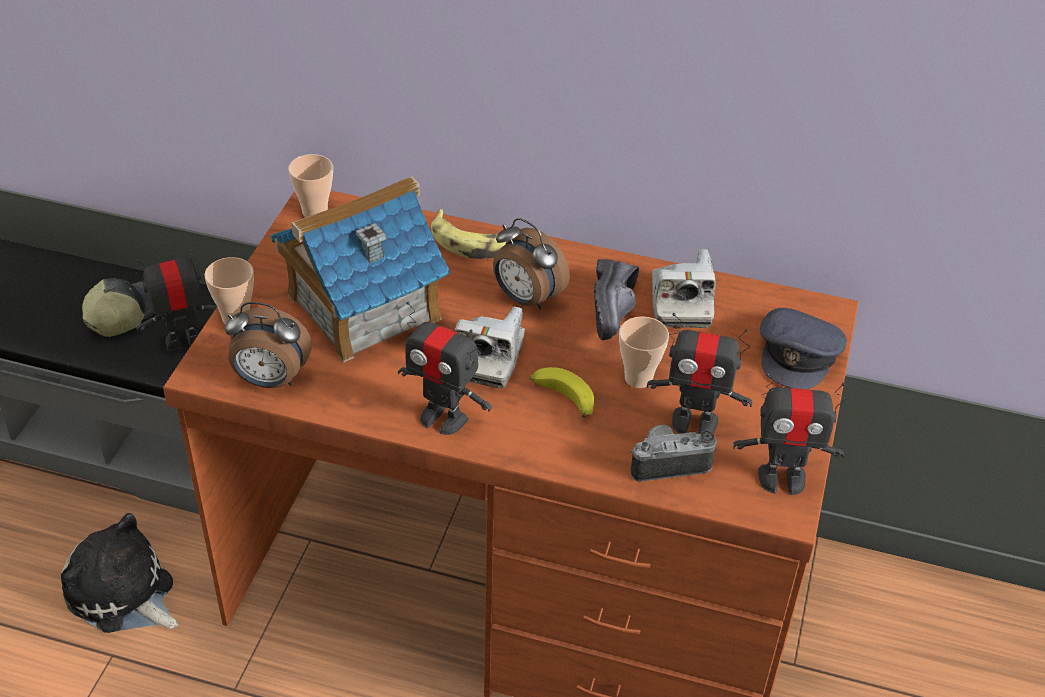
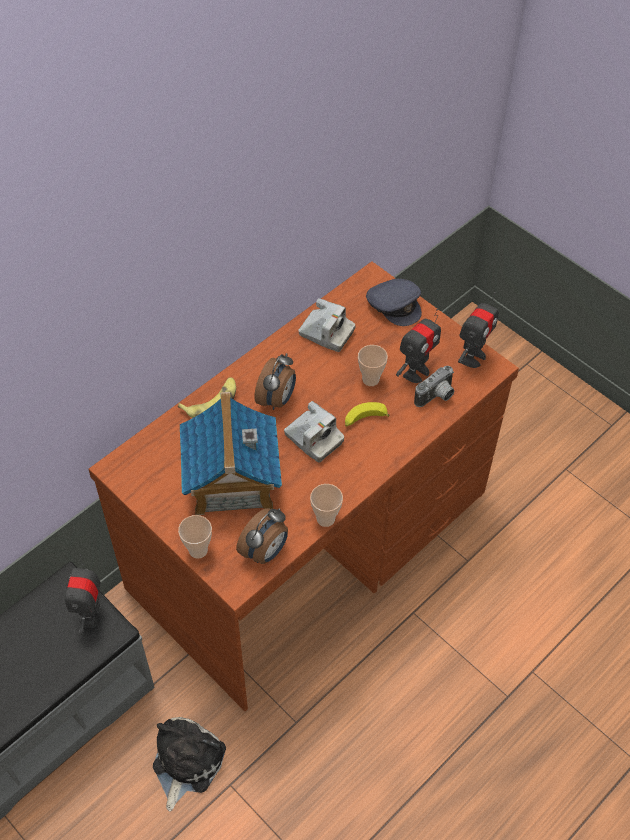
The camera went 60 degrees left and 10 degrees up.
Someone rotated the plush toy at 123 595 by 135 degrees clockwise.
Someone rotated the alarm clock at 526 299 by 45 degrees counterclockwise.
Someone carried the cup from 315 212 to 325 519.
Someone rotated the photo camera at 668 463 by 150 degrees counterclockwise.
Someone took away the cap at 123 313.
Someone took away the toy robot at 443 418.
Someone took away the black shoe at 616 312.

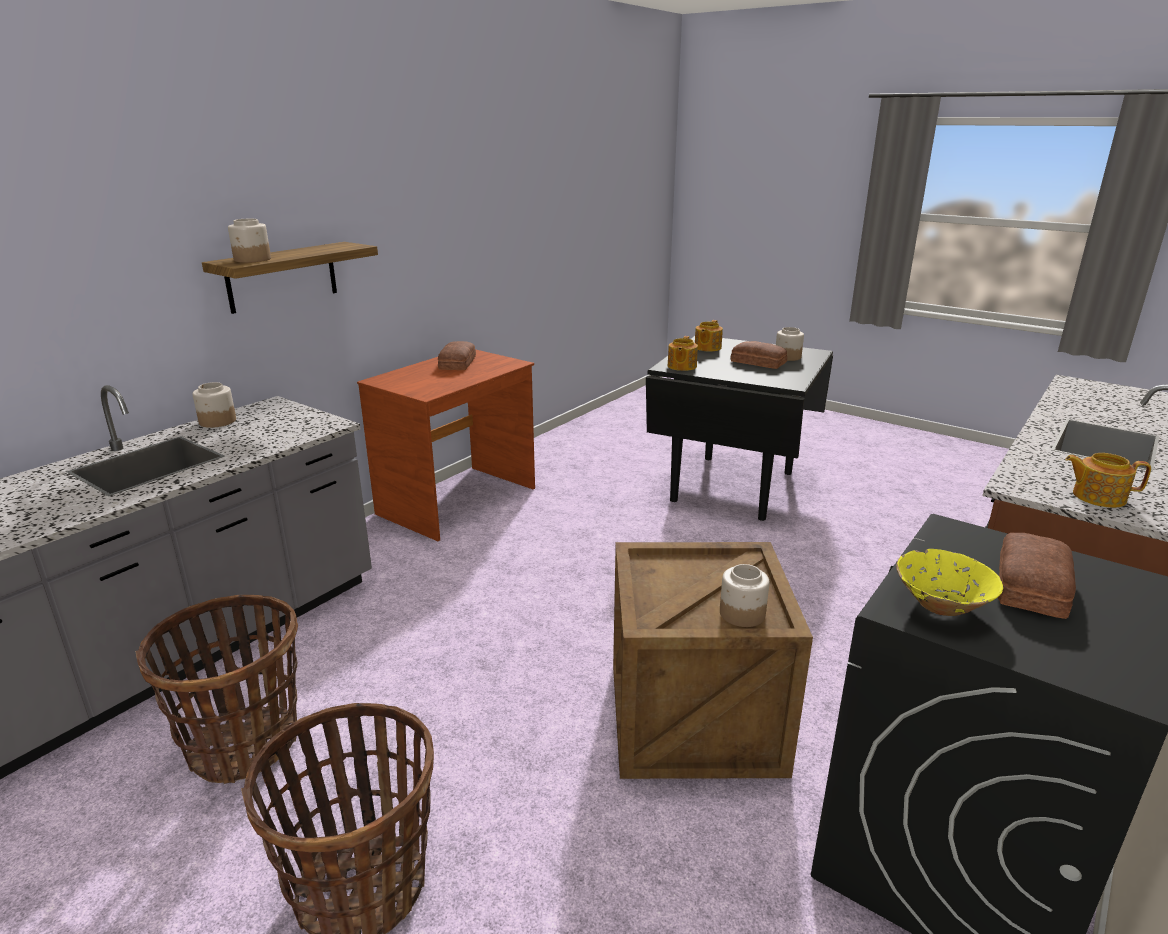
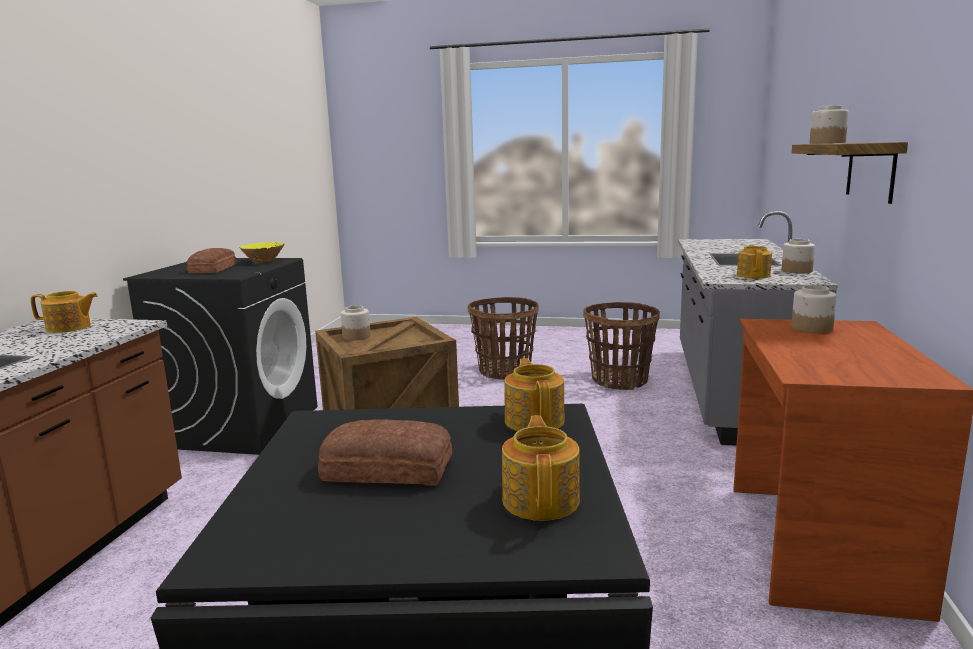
The camera went 155 degrees right and 10 degrees down.
Someone put down the teapot at 753 275.
Someone carried the jar from 787 357 to 812 328.
Someone took away the bread at 458 363.

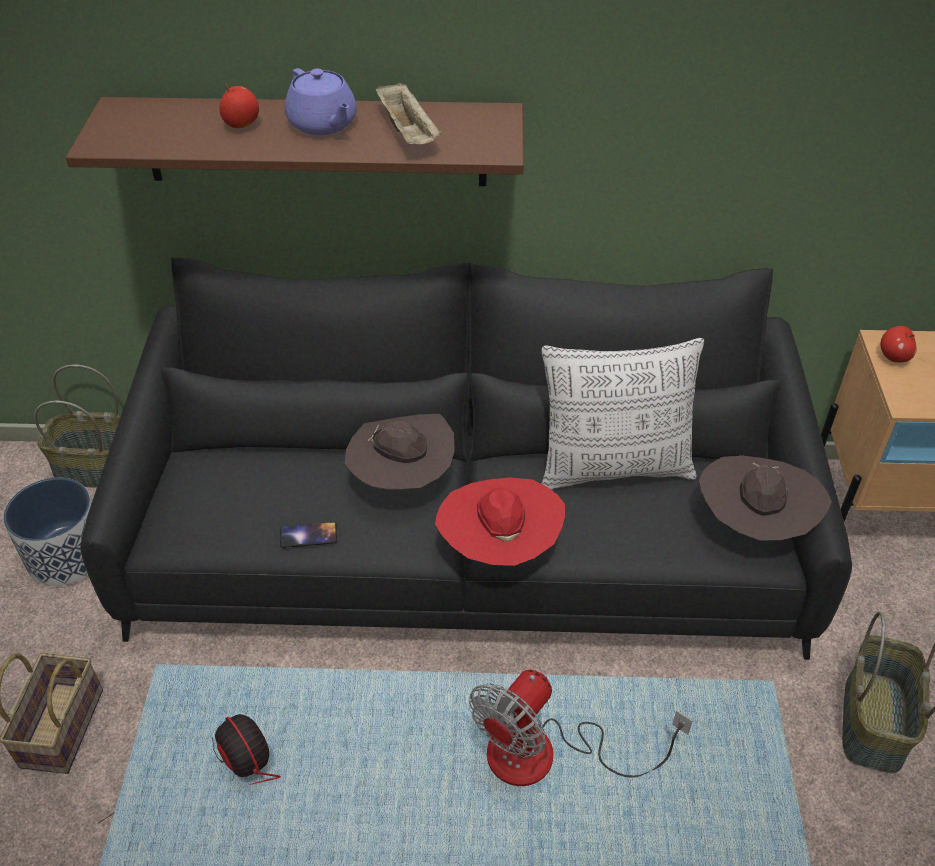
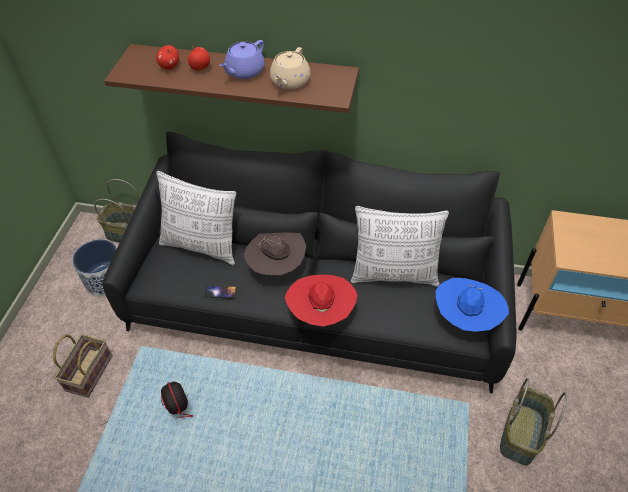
The camera went 10 degrees right and 5 degrees up.
Someone carried the apple from 894 357 to 169 67.
Someone put down the pillow at 202 246.
Someone rotated the purple teapot at 323 124 by 60 degrees clockwise.
Someone swapped the beige tray at 408 133 for the beige teapot at 289 82.
Someone repainted the brown hat at 753 525, which became the blue hat at 465 318.
Someone took away the fan at 546 756.

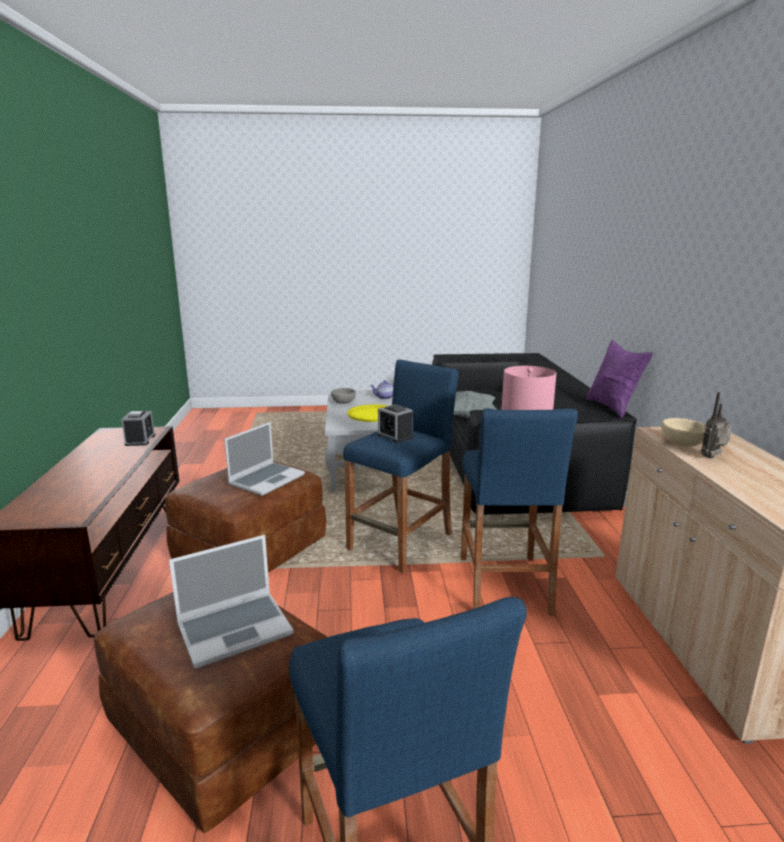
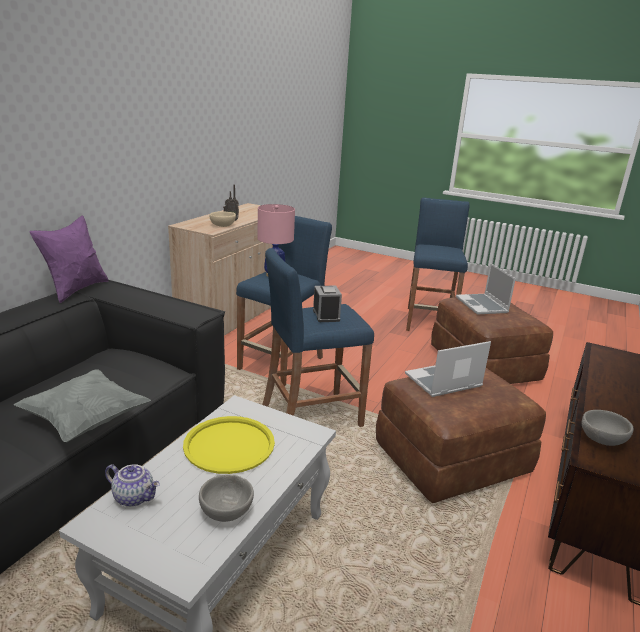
The camera went 150 degrees left and 5 degrees up.
Someone rotated the laptop at 236 629 by 105 degrees counterclockwise.
Someone swapped the alarm clock at 140 440 for the grey bowl at 603 440.

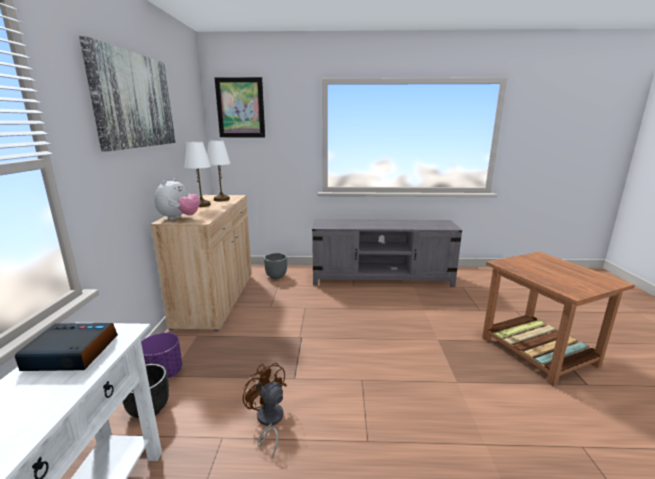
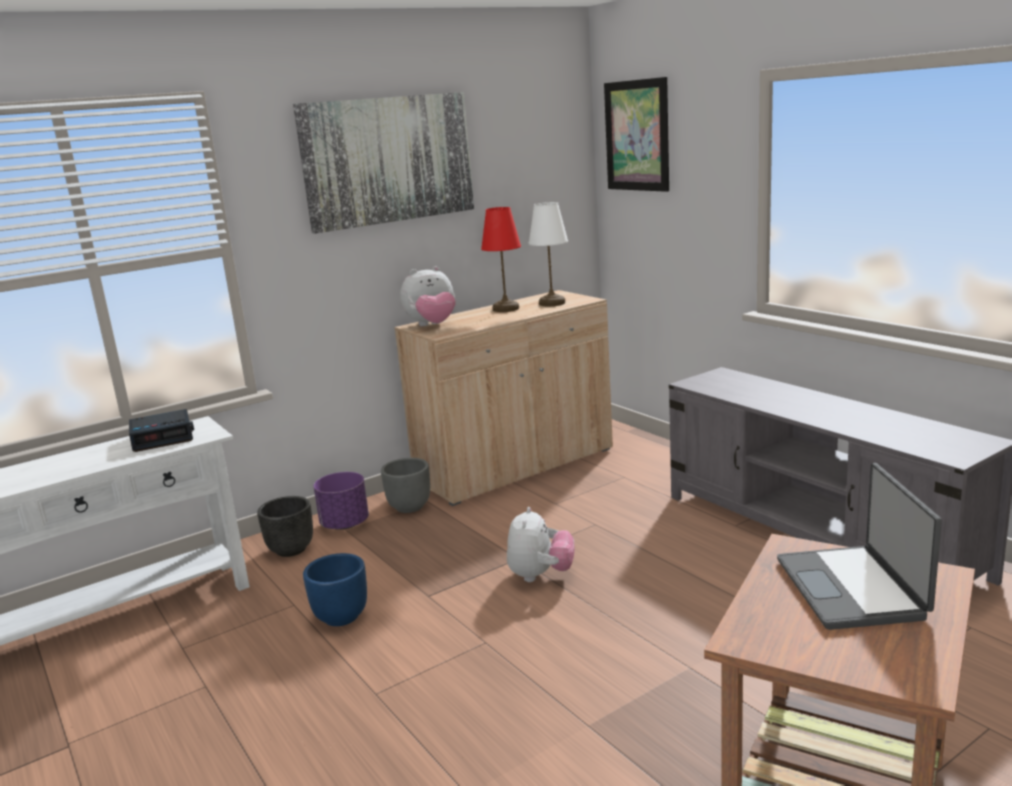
The camera went 55 degrees right and 0 degrees up.
Someone rotated the alarm clock at 71 354 by 105 degrees clockwise.
Someone swapped the brown fan at 268 421 for the blue planter at 340 617.
Someone carried the grey planter from 276 276 to 409 507.
Someone repainted the white table lamp at 202 205, which became the red table lamp at 506 309.
Someone put down the plush toy at 540 575.
Someone put down the laptop at 852 588.

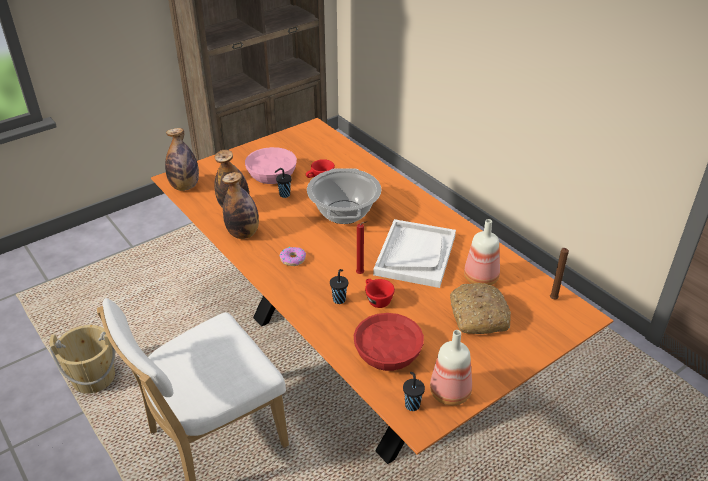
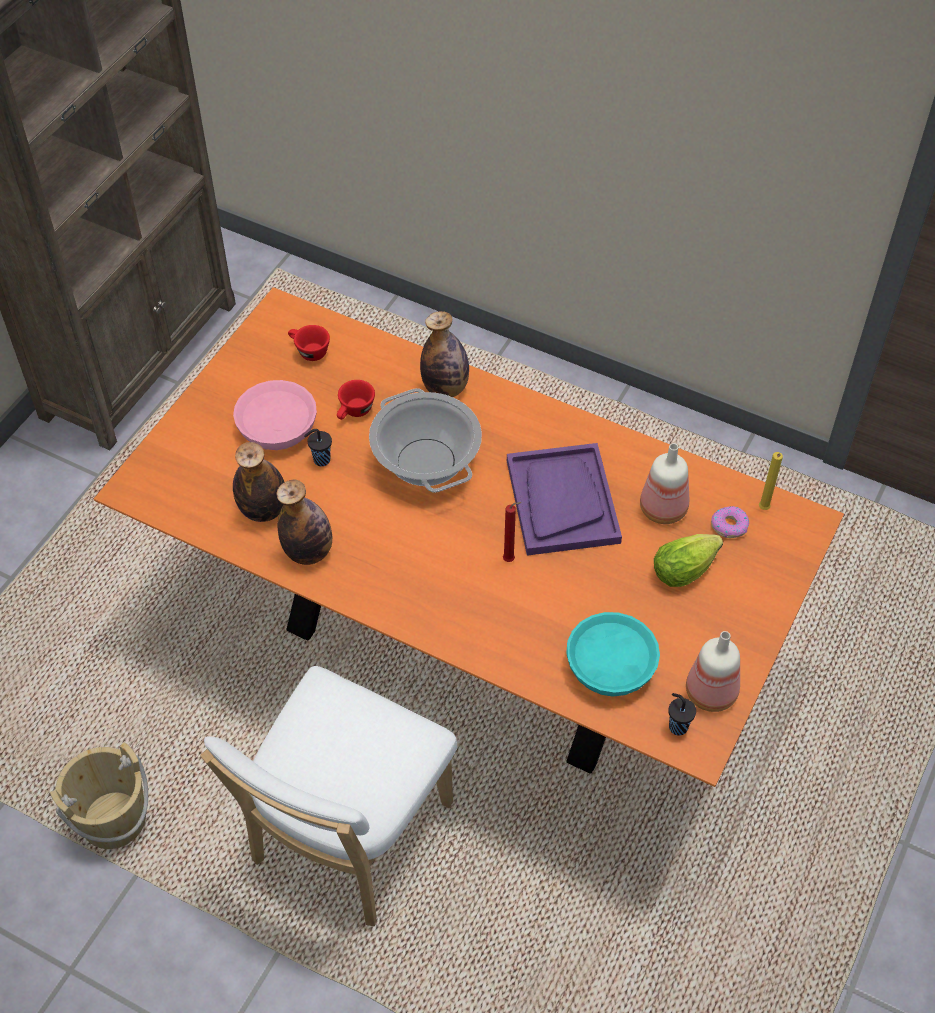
The camera went 25 degrees left and 15 degrees up.
Someone carried the red cup from 376 299 to 308 351.
Someone carried the bottle from 185 186 to 445 388.
Someone repainted the white tray at 415 254, which became the purple tray at 562 501.
Someone repainted the red bowl at 388 353, which became the turquoise bowl at 612 666.
Someone swapped the bread at 477 315 for the lettuce at 687 568.
Someone carried the donut from 293 259 to 729 525.
Someone repainted the brown candle at 552 300, which became the yellow candle at 763 509.
Someone took away the black cup at 339 299.

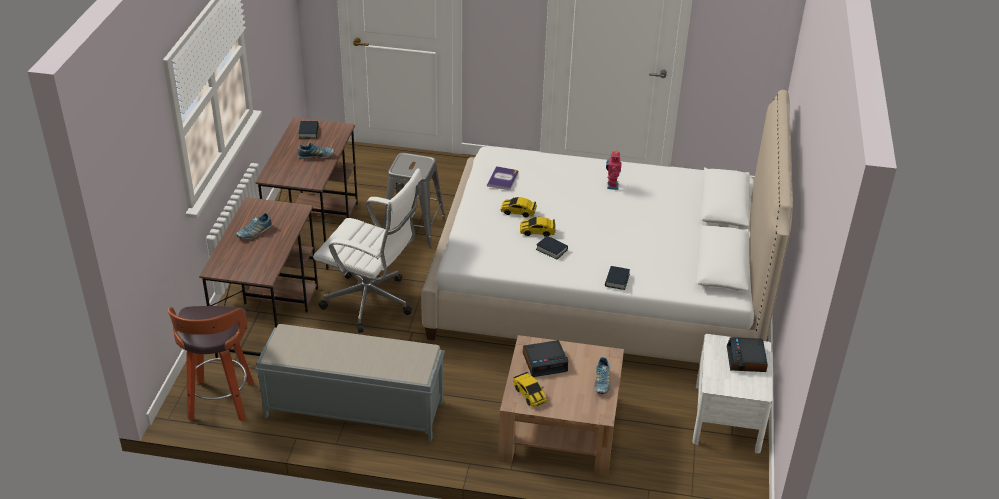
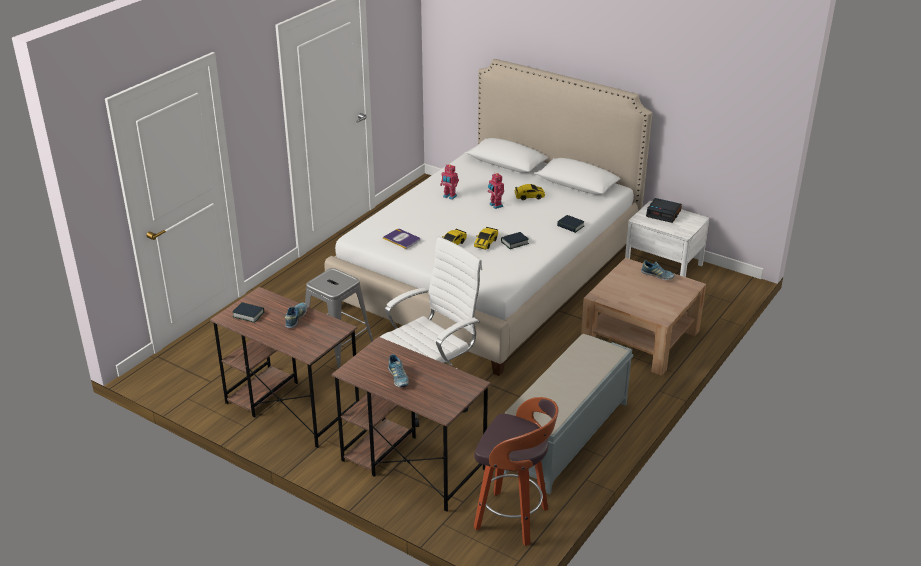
The camera went 65 degrees left and 5 degrees down.
Someone put down the toy robot at 495 205.
Someone carried the toy car from 529 394 to 529 196.
Someone took away the alarm clock at 545 362.

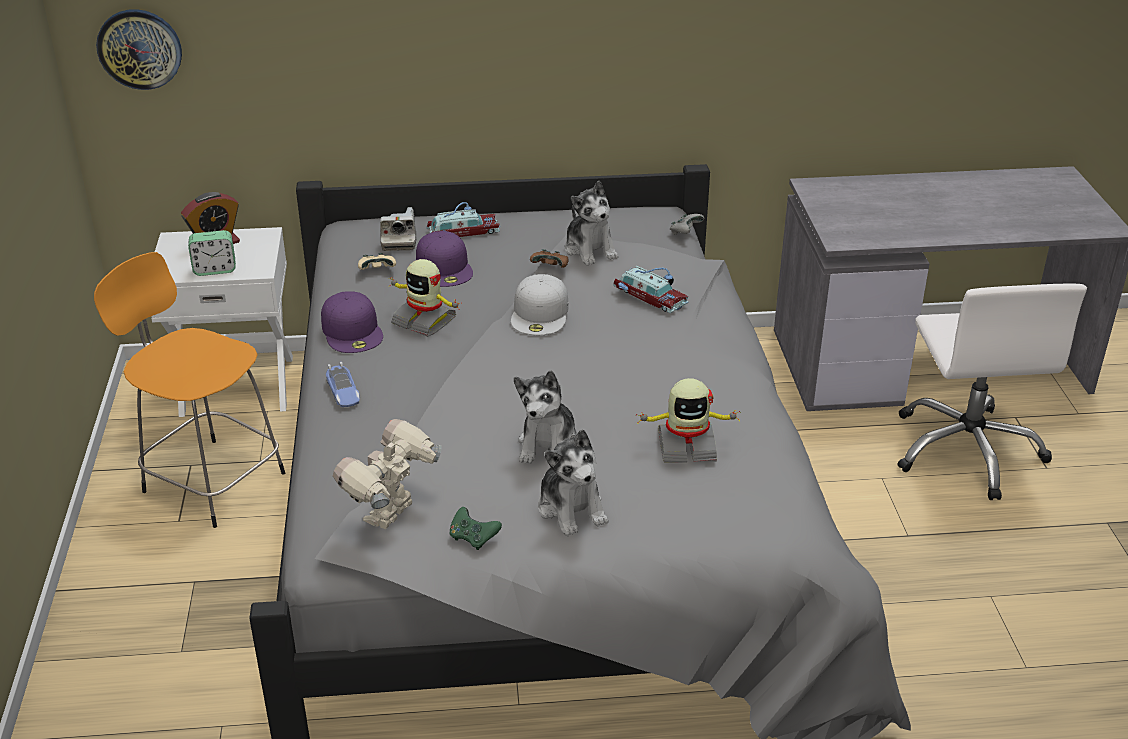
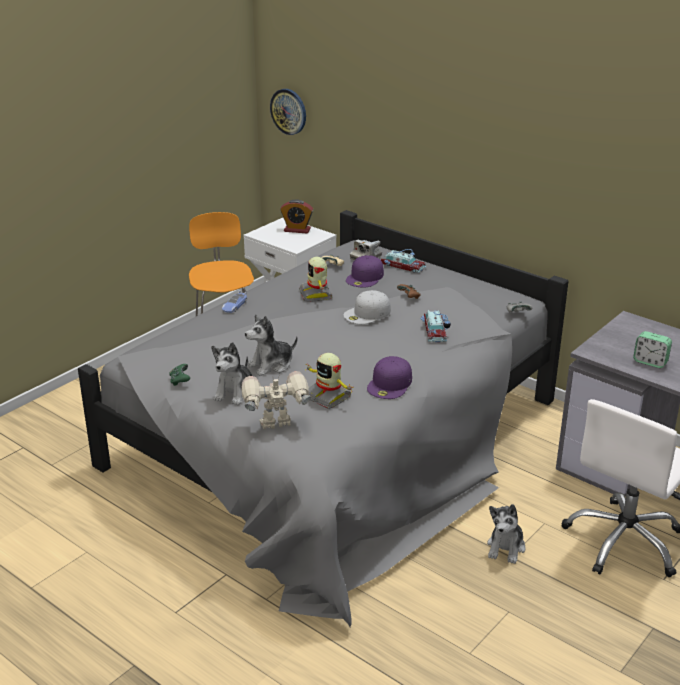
The camera went 45 degrees right and 5 degrees down.
Someone carried the toy robot from 392 515 to 276 425.
Someone carried the purple cap from 353 331 to 390 384.
Someone carried the plush toy from 590 249 to 506 547.
Someone carried the alarm clock from 215 269 to 650 362.

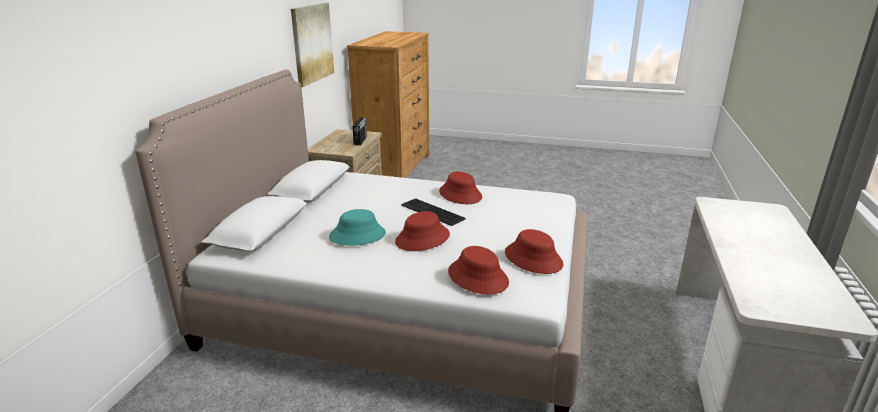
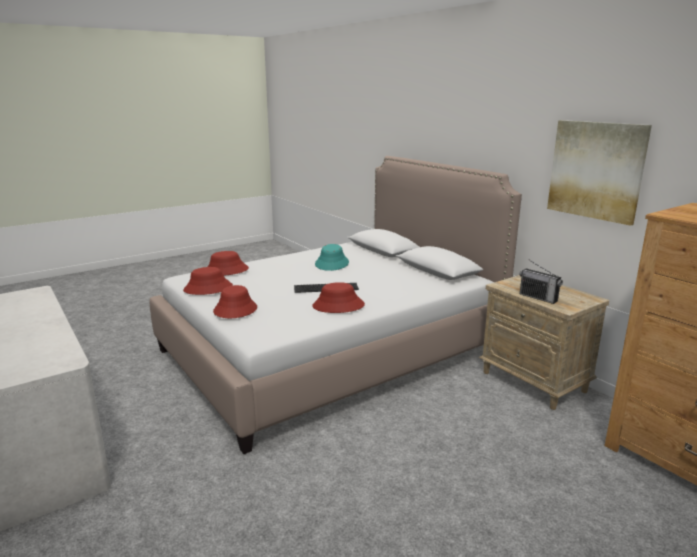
The camera went 130 degrees right and 5 degrees down.
Someone carried the red hat from 422 238 to 235 310.

